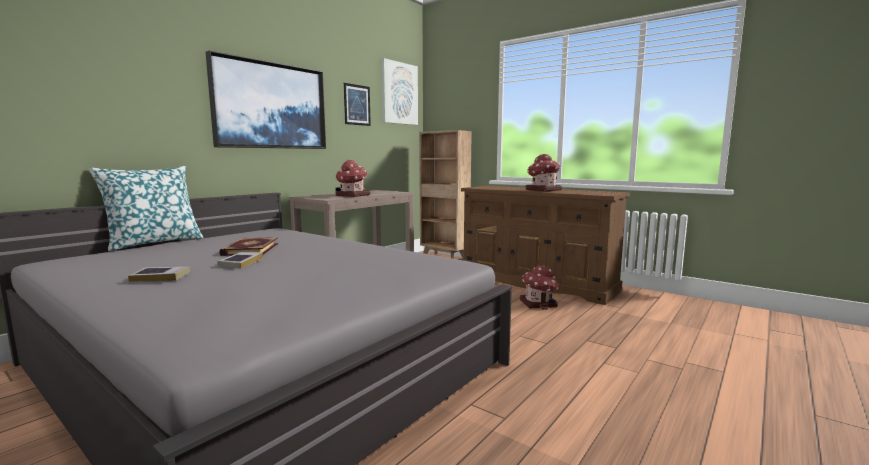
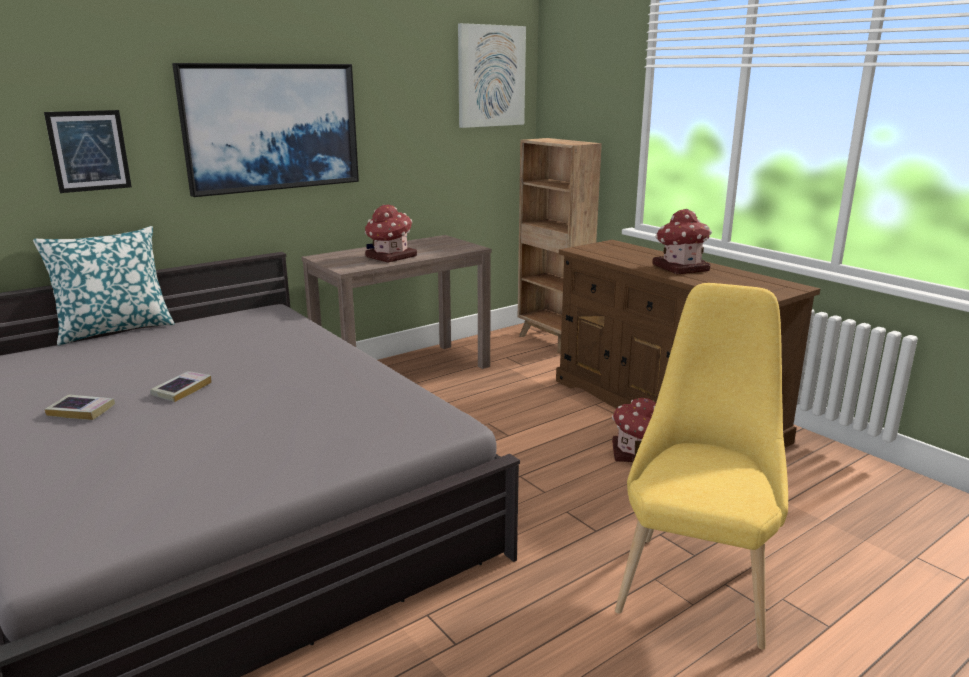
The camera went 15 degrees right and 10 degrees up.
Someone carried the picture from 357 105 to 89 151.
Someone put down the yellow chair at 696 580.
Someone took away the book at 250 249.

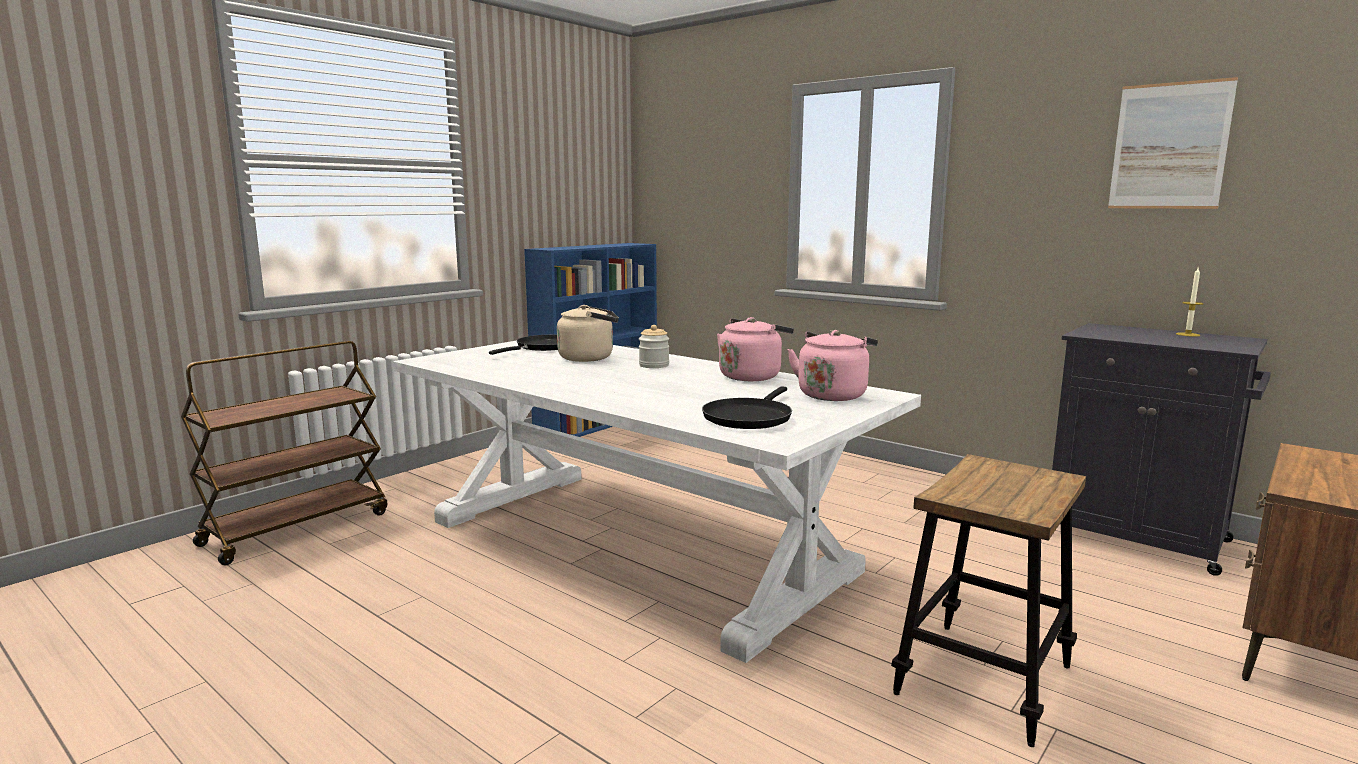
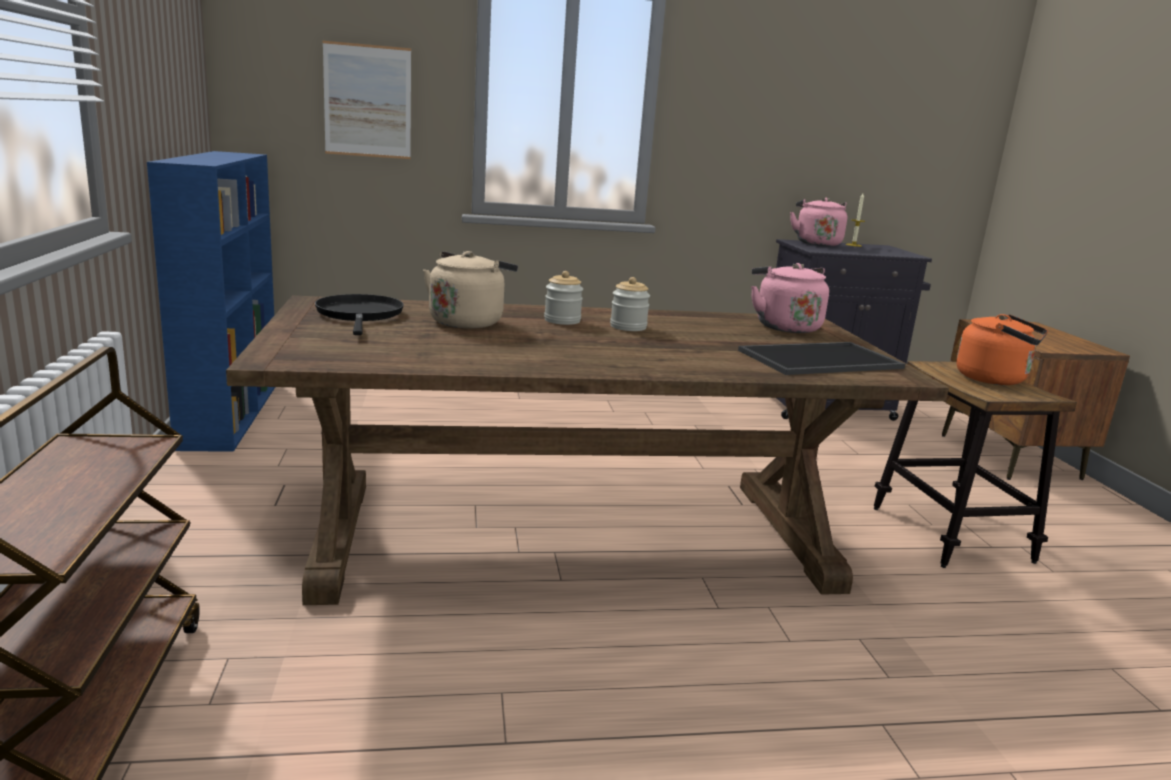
The camera went 50 degrees left and 5 degrees up.
Someone repainted the white dining table at 636 545, which became the brown dining table at 574 535.
Someone carried the picture from 1169 146 to 367 101.
Someone put down the jar at 628 327.
Someone swapped the black frying pan at 749 417 for the tray at 820 360.
Someone carried the pink kettle from 752 376 to 816 243.
Someone put down the orange kettle at 995 379.

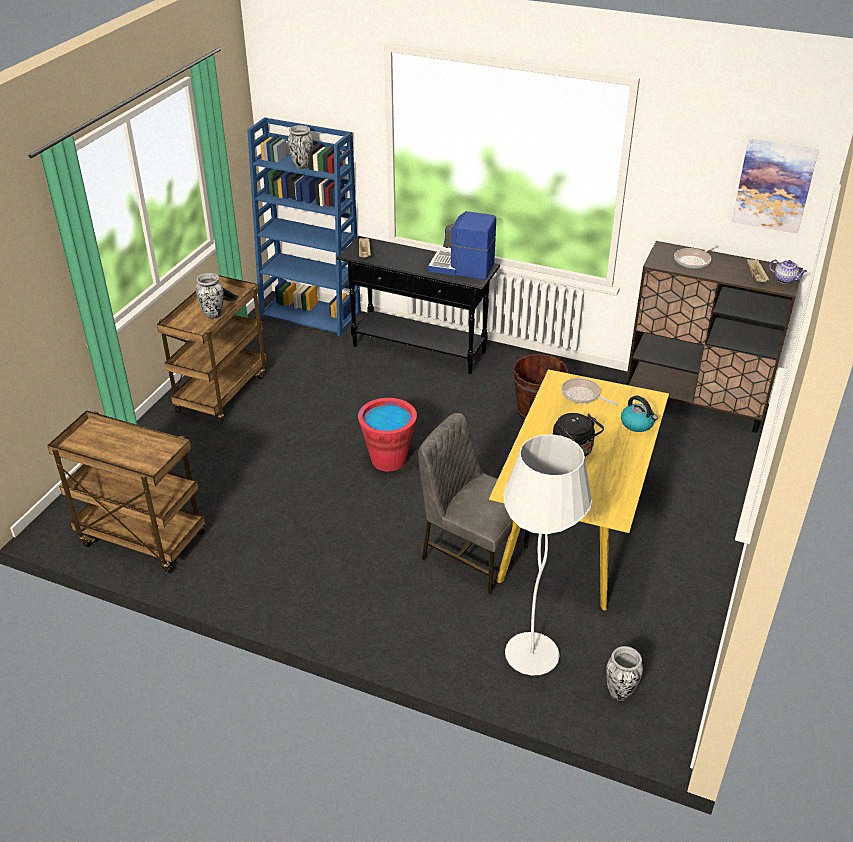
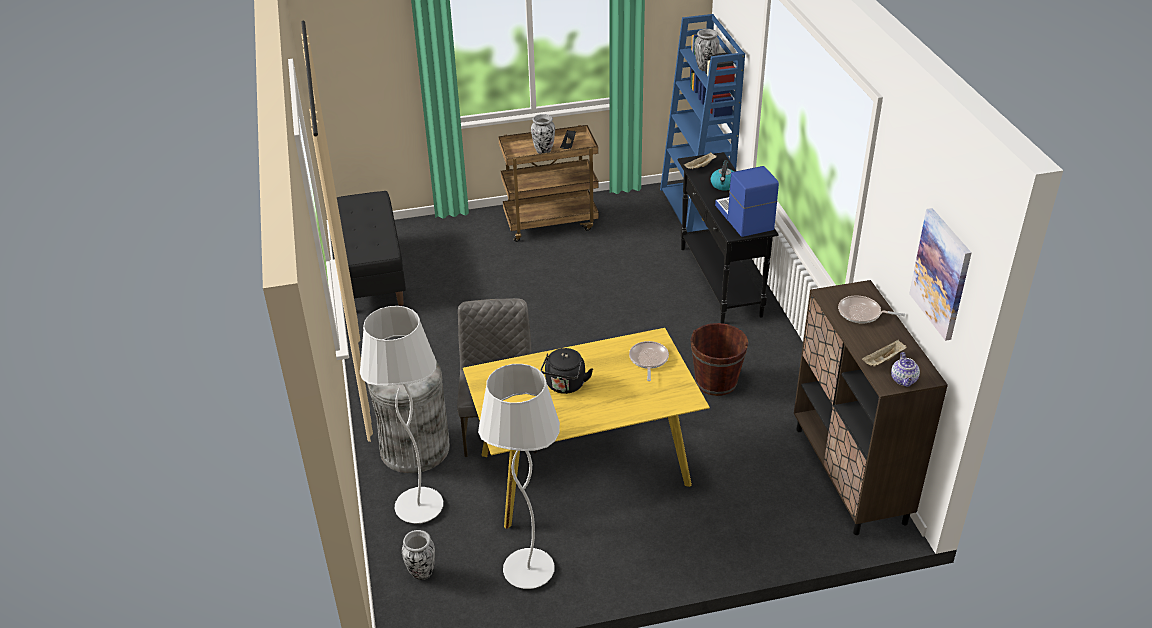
The camera went 55 degrees right and 0 degrees up.
Someone swapped the brown cart at 140 539 for the black bench at 370 274.
Someone put down the grey trash can at 414 448.
Someone put down the white floor lamp at 528 571.
Someone carried the kettle from 637 424 to 724 185.
Someone took away the red bucket at 388 460.

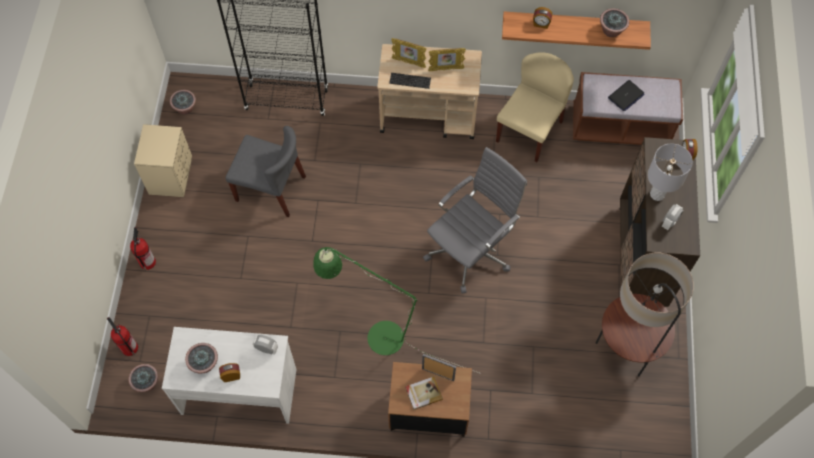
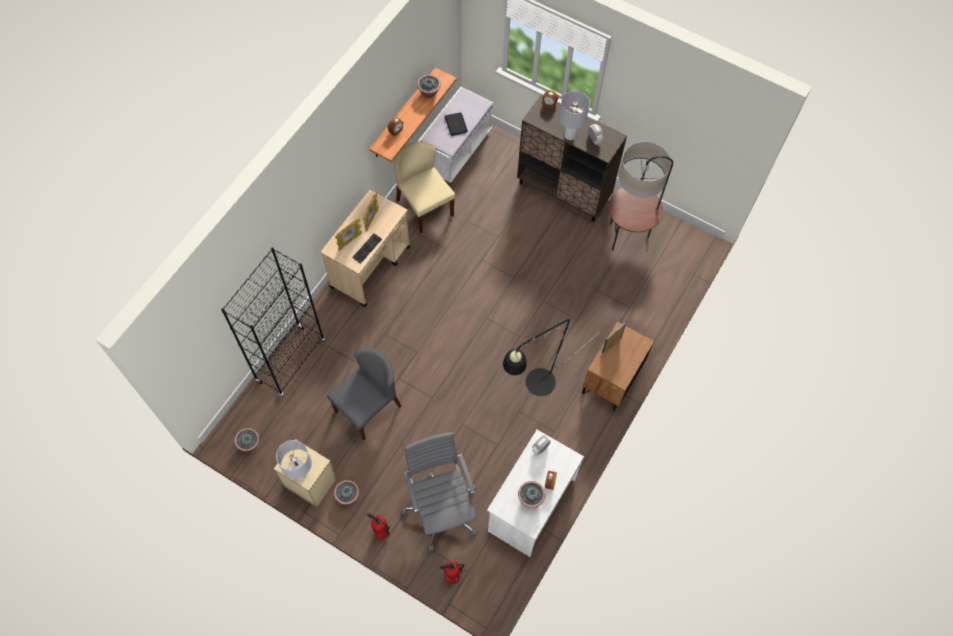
The camera went 65 degrees left and 0 degrees up.
Someone put down the grey table lamp at 300 473.
Someone carried the potted plant from 147 383 to 348 496.
Someone carried the grey office chair from 471 250 to 442 508.
Someone repainted the brown bench at 620 126, which became the white bench at 455 150.
Someone repainted the green floor lamp at 376 334, which became the black floor lamp at 534 387.
Someone took away the book at 423 393.

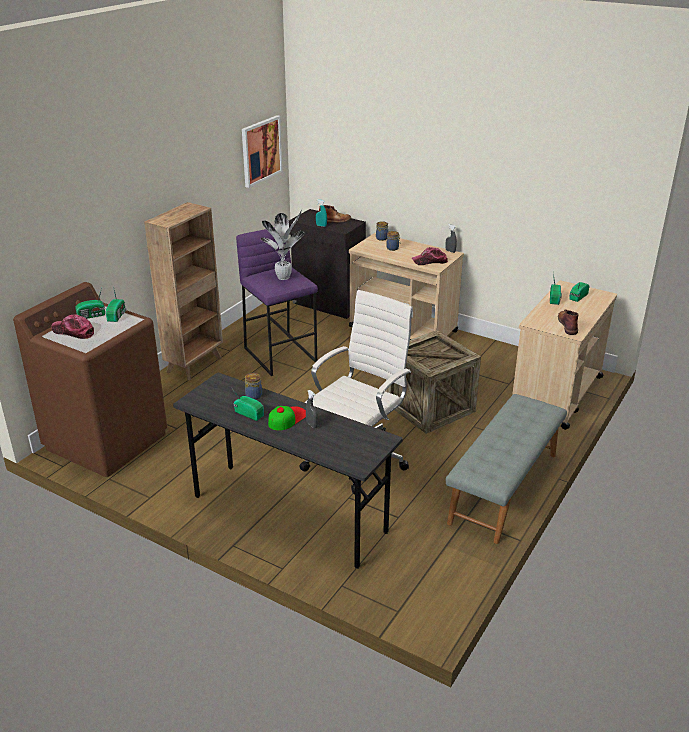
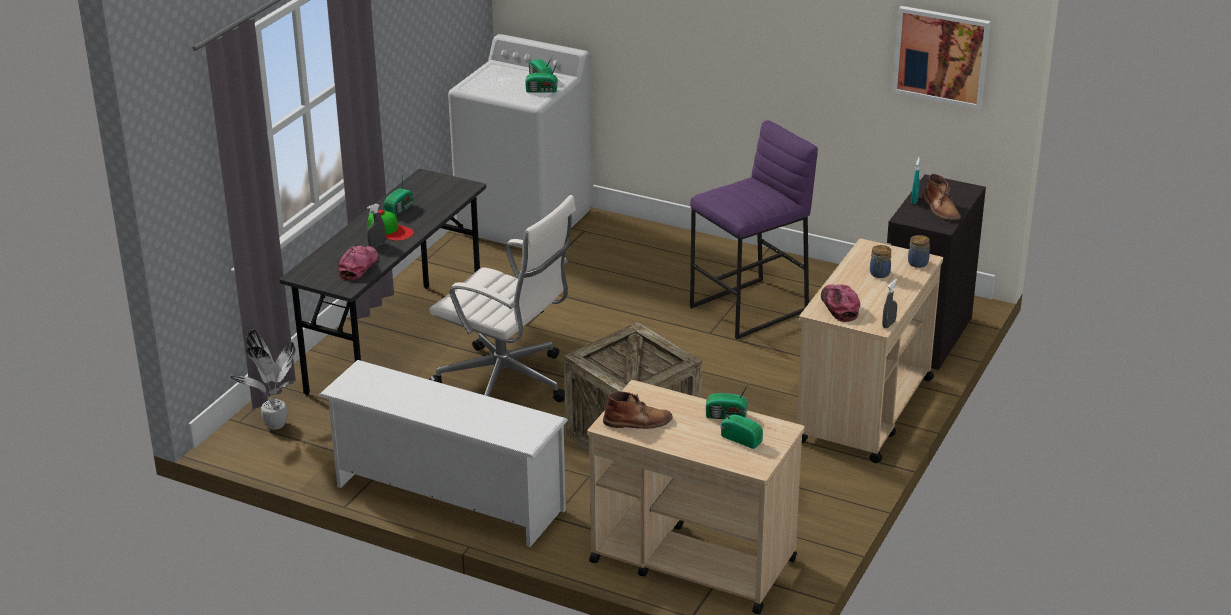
The camera went 85 degrees right and 0 degrees up.
Someone carried the potted plant from 285 277 to 274 425.
Someone swapped the grey bench at 505 488 for the white shoe rack at 446 499.
Someone carried the cap from 73 332 to 358 267.
Someone repainted the brown washing machine at 107 441, which became the white washing machine at 525 221.
Someone took away the brown bookcase at 195 364.
Someone took away the jar at 253 395.

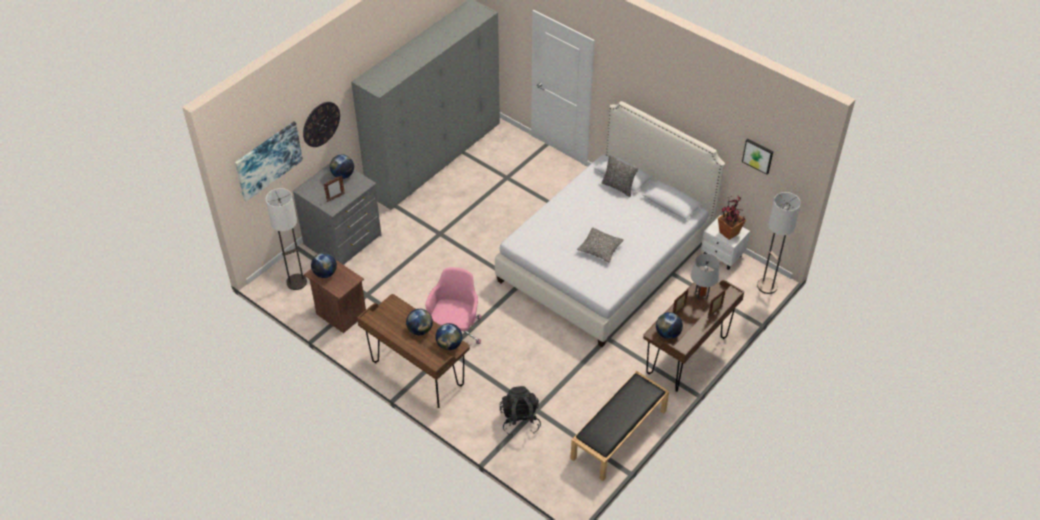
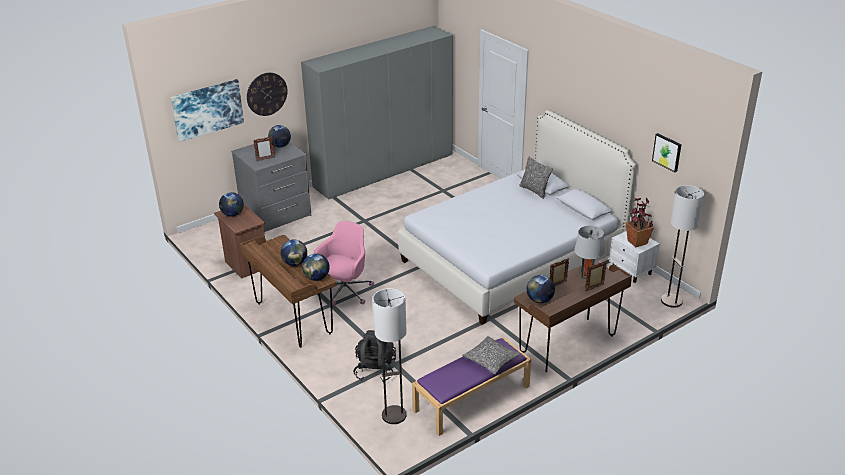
The camera went 15 degrees right and 15 degrees down.
Someone carried the floor lamp from 296 282 to 394 415.
Someone repainted the black bench at 619 435, which became the purple bench at 471 399.
Someone carried the pillow from 600 248 to 491 360.

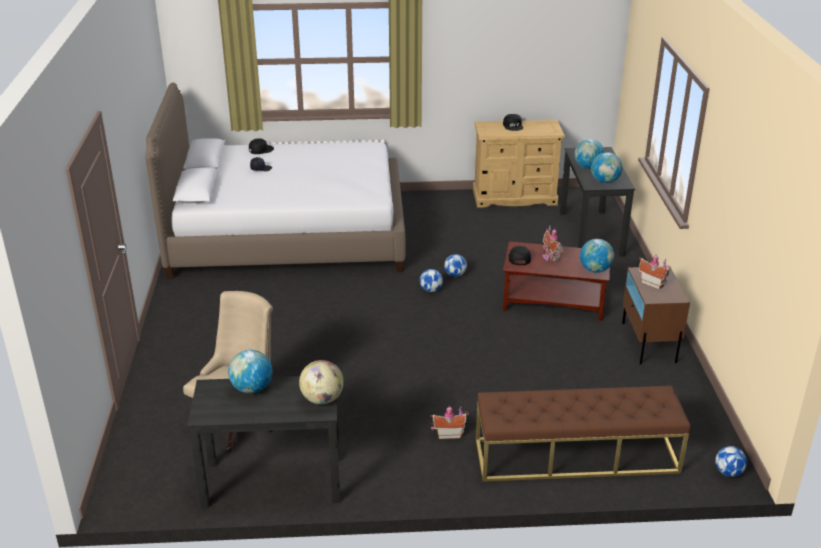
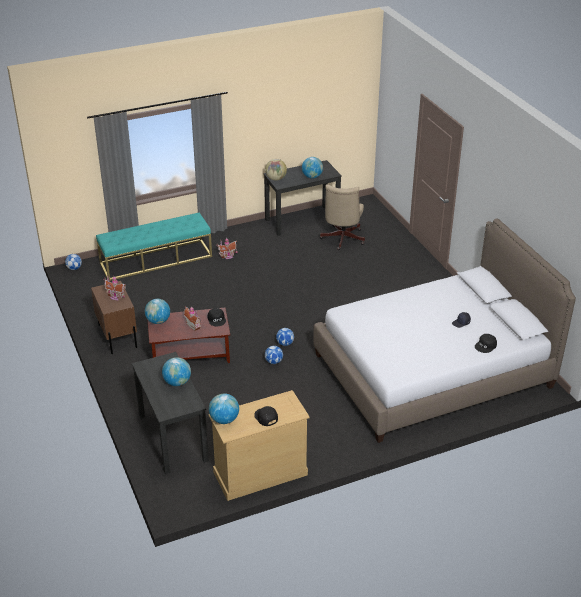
The camera went 160 degrees right and 5 degrees up.
Someone repainted the brown bench at 575 456, which became the turquoise bench at 156 259.
Someone carried the globe from 605 181 to 224 419.

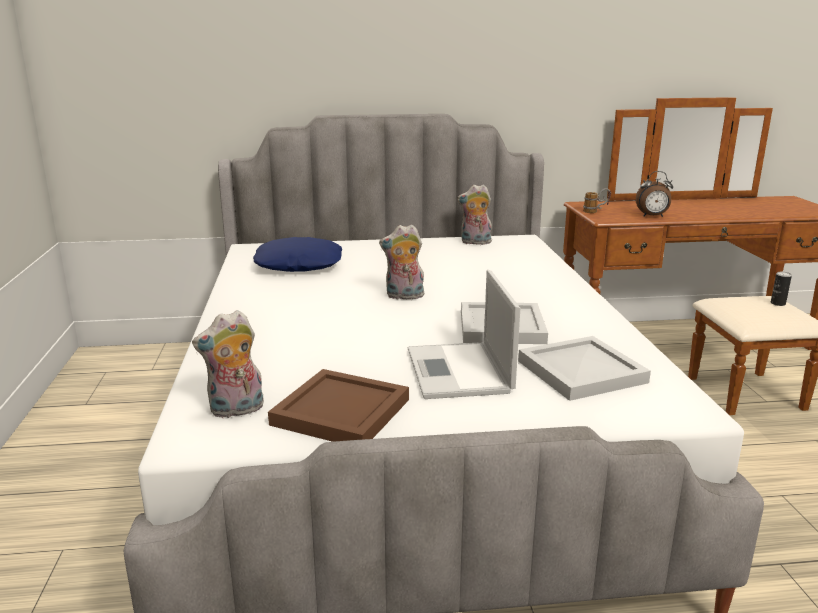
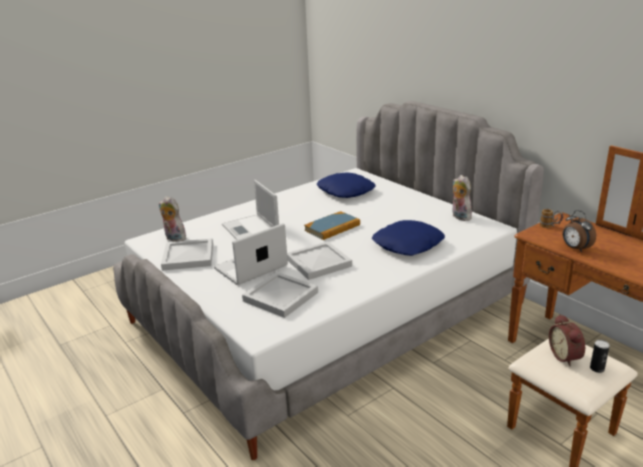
The camera went 60 degrees right and 5 degrees up.
Someone repainted the brown tray at 342 413, which became the white tray at 187 257.
Someone put down the laptop at 251 230.
Someone swapped the plush toy at 404 296 for the book at 332 228.
Someone put down the blue pillow at 408 244.
Someone put down the alarm clock at 566 356.

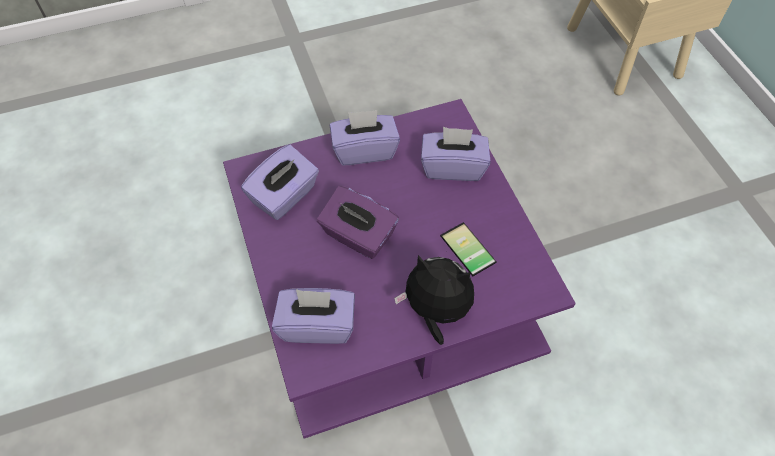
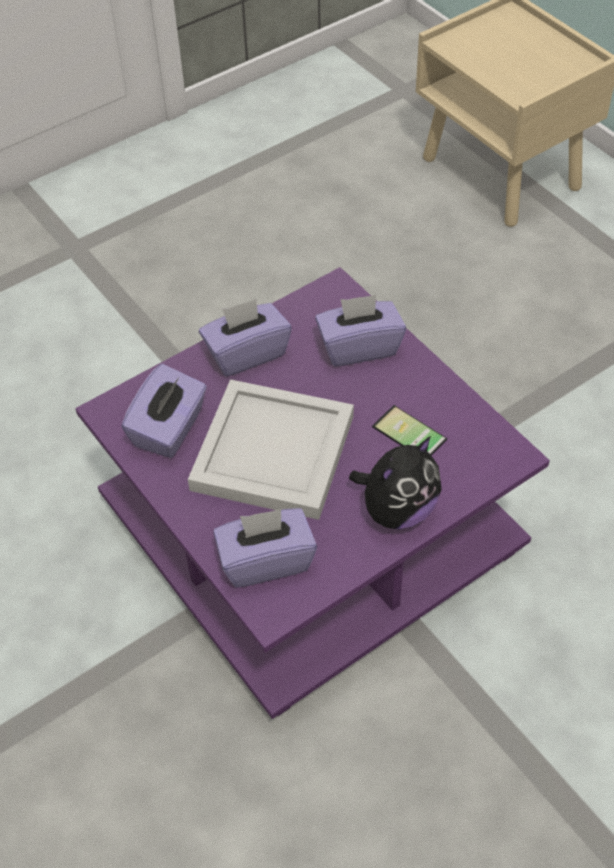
The camera went 15 degrees left and 5 degrees down.
Someone swapped the purple tissue box at 358 236 for the white tray at 276 451.
Someone rotated the plush toy at 435 311 by 135 degrees clockwise.

